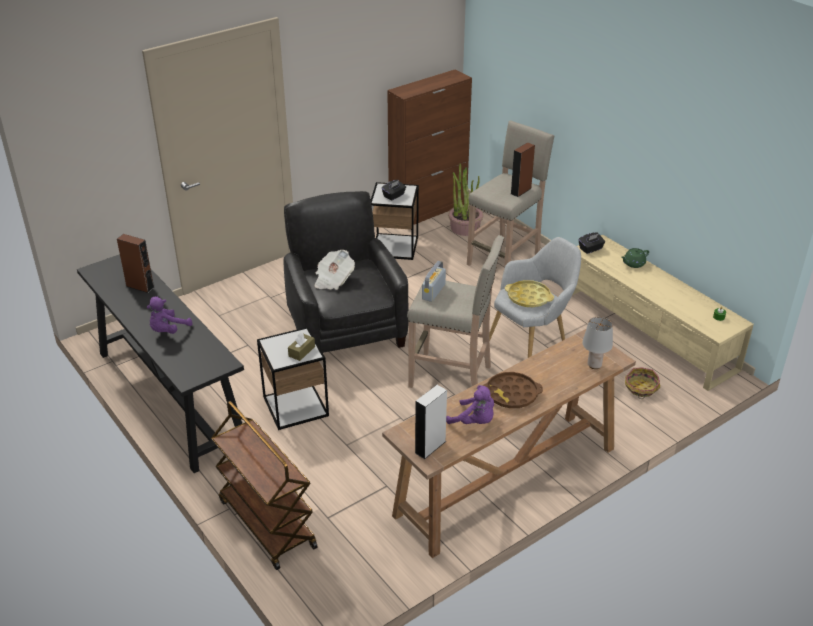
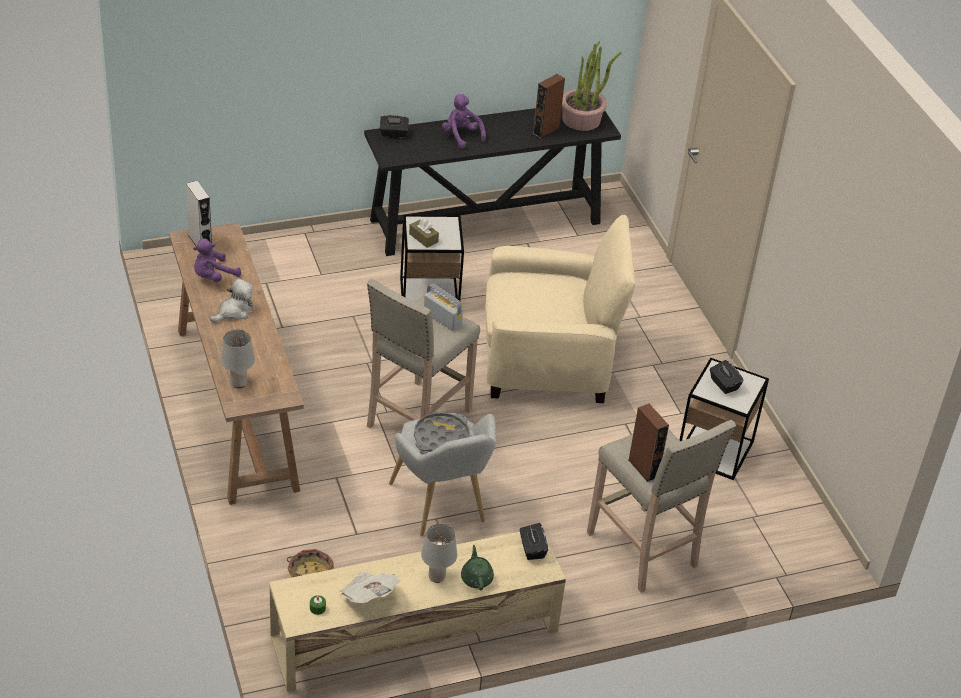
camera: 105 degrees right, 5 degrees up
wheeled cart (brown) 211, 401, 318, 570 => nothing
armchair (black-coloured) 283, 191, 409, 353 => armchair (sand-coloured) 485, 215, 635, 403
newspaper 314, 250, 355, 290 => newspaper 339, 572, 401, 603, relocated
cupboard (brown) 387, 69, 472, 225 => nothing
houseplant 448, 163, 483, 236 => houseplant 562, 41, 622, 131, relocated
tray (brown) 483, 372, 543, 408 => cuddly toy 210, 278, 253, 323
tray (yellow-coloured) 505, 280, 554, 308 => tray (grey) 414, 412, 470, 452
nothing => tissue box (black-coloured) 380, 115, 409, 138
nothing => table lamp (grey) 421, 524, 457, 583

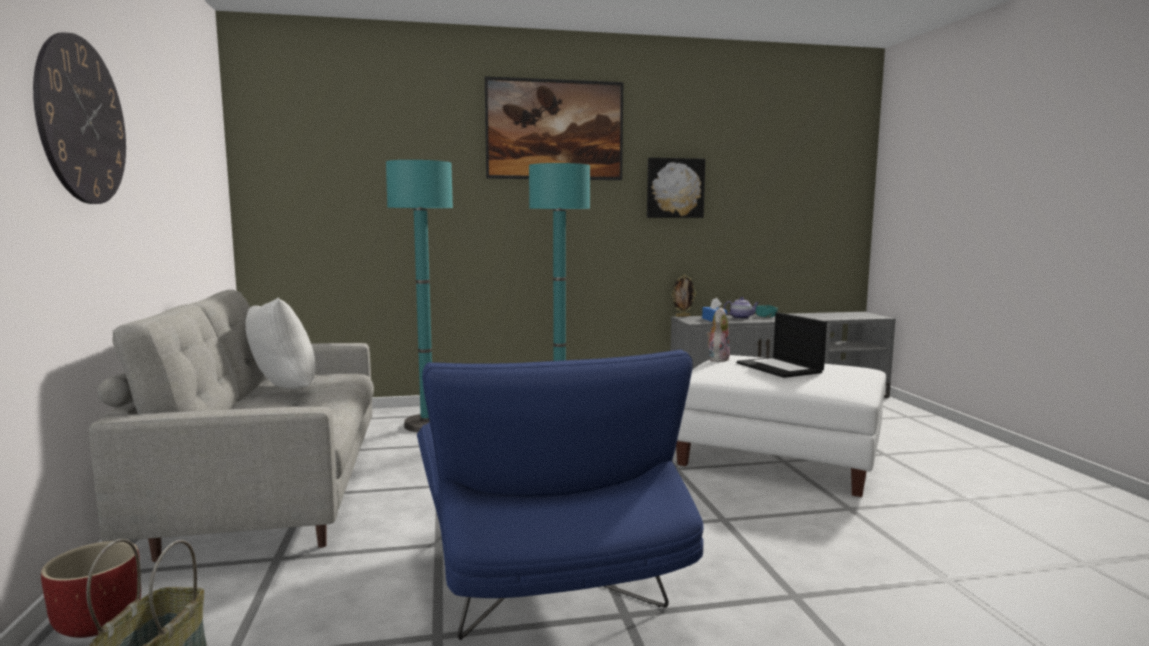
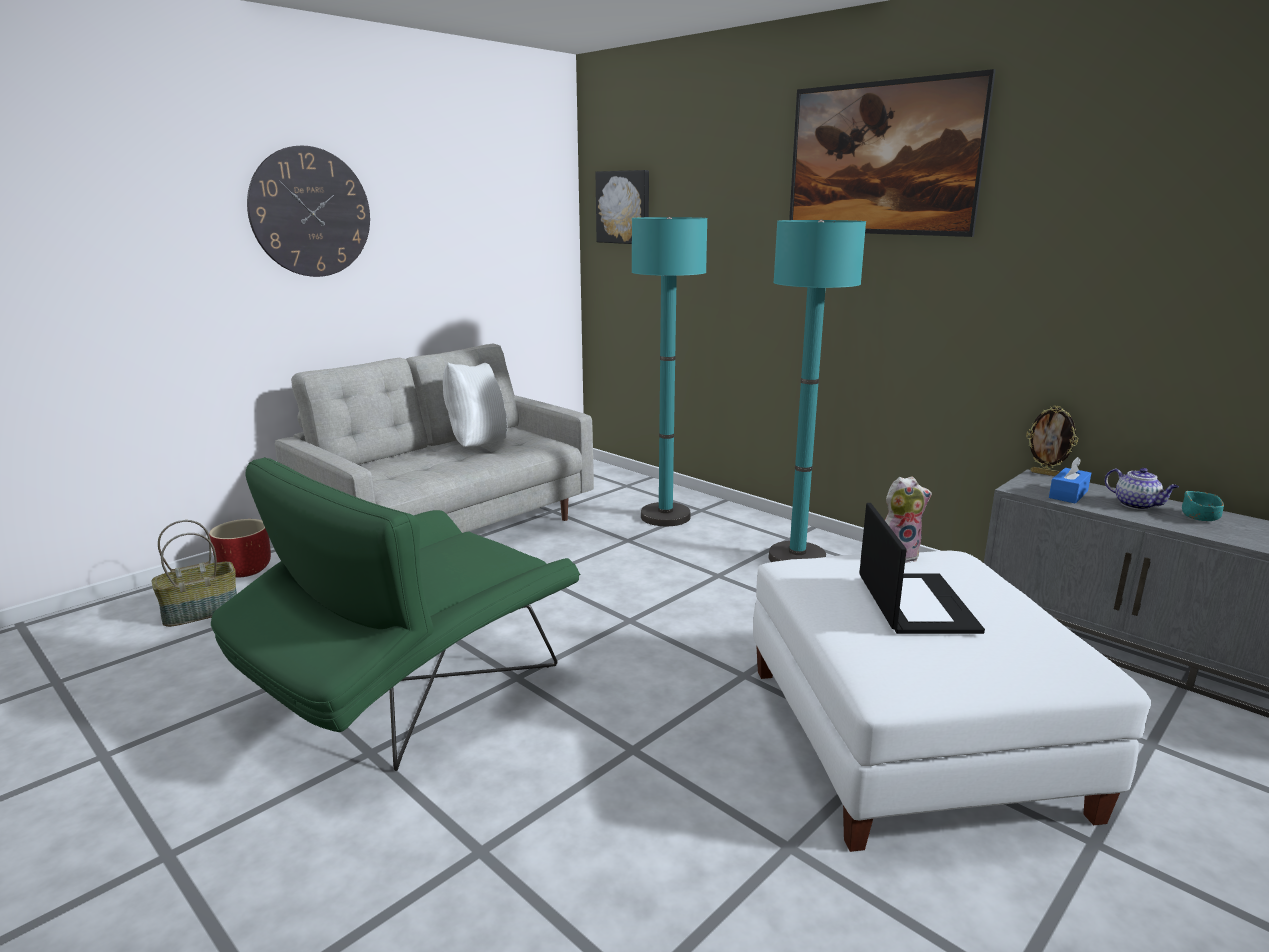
camera: 55 degrees right, 10 degrees up
armchair (blue) 417, 349, 703, 640 => armchair (green) 211, 457, 580, 771
wall art 647, 158, 705, 218 => wall art 596, 170, 649, 244, relocated
laptop 737, 312, 827, 378 => laptop 859, 503, 985, 634, 150 degrees clockwise

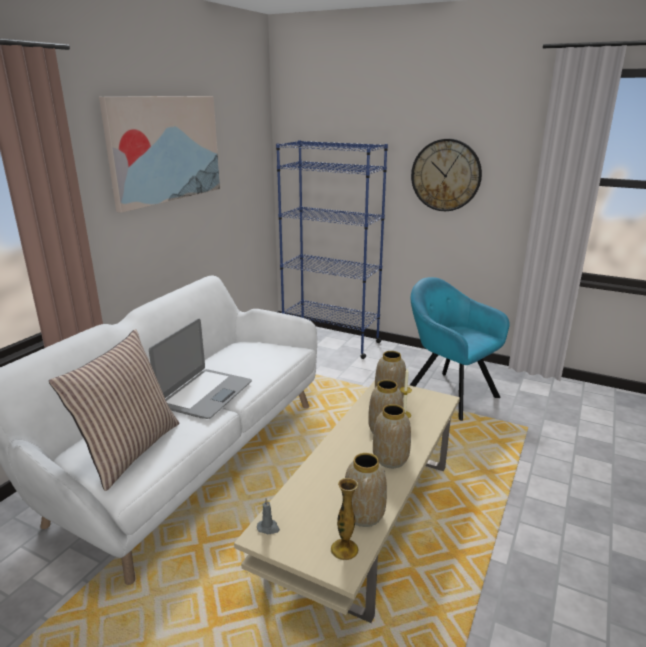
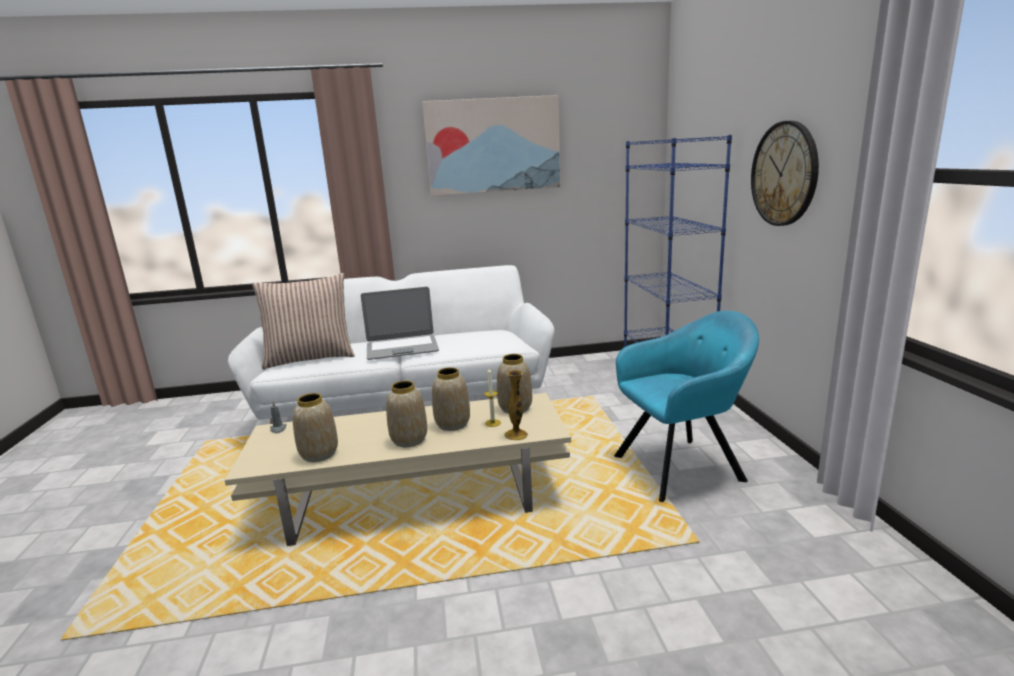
camera: 55 degrees right, 5 degrees down
vase 331, 478, 359, 560 => vase 504, 370, 528, 440, relocated
armchair (turquoise-coloured) 410, 277, 510, 421 => armchair (turquoise-coloured) 614, 311, 759, 502, 60 degrees clockwise

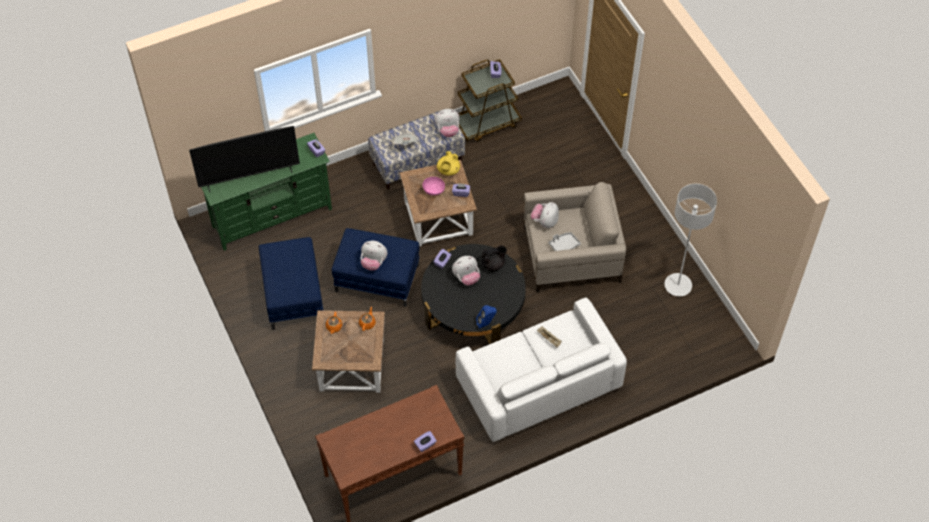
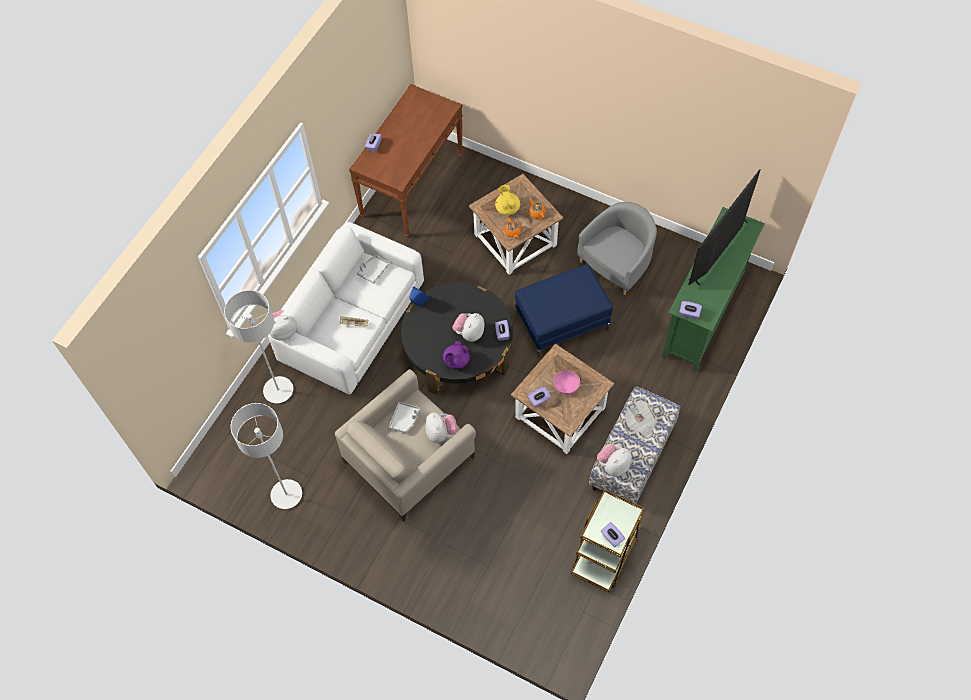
camera: 145 degrees right, 5 degrees up
footrest (blue) 259, 237, 323, 330 => armchair (grey) 577, 202, 657, 295
cuddly toy 360, 241, 387, 271 => cuddly toy 269, 310, 297, 341, relocated
pot for tea (yellow-coloured) 437, 151, 460, 176 => pot for tea (yellow-coloured) 495, 185, 520, 215, relocated
pot for tea (black-coloured) 481, 245, 507, 271 => pot for tea (purple) 443, 341, 470, 369
nothing => standing lamp (grey) 224, 290, 293, 403
nothing => tray (grey) 357, 255, 389, 284

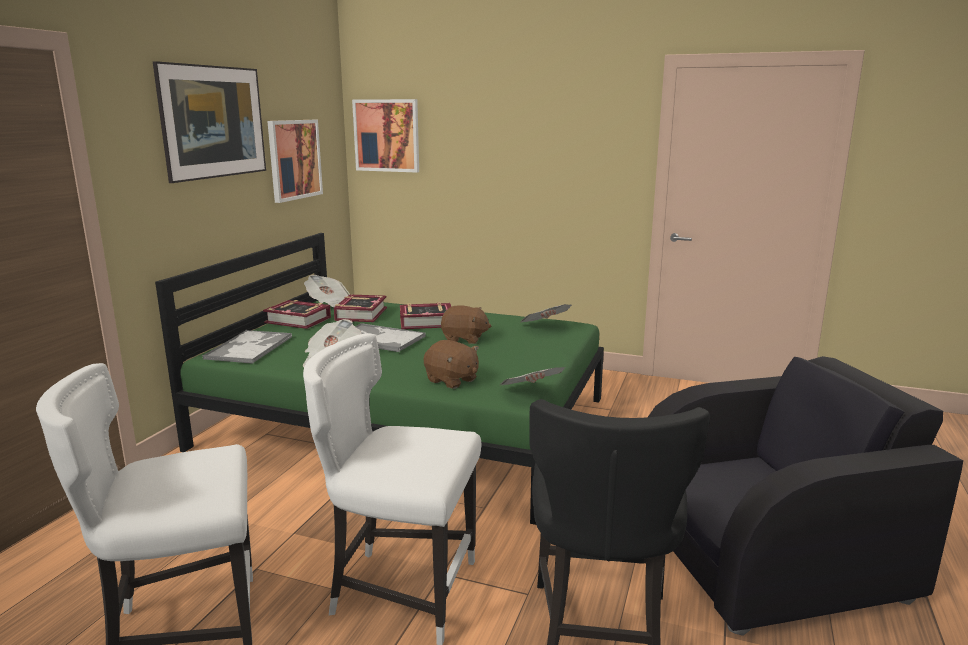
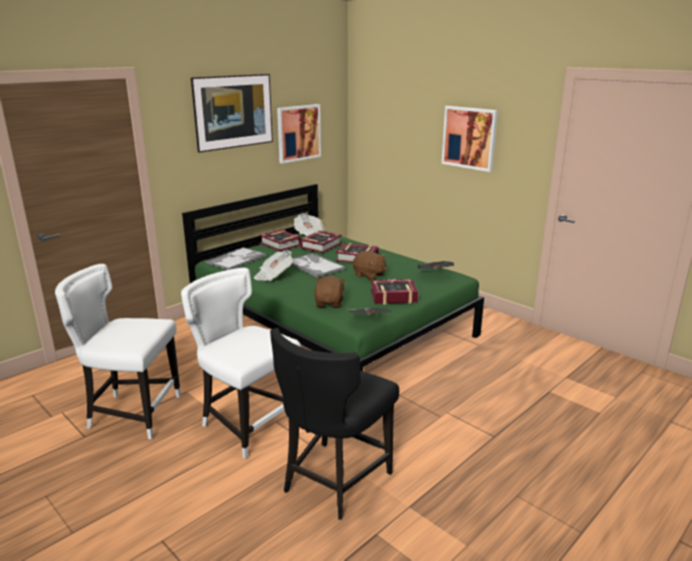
camera: 25 degrees right, 5 degrees up
wall art 352, 99, 419, 173 => wall art 442, 106, 498, 172, relocated
cuddly toy (brown) 424, 340, 479, 389 => cuddly toy (brown) 314, 276, 346, 308, 150 degrees counterclockwise
armchair (black-coloured) 648, 356, 963, 636 => nothing
nothing => bound book 370, 279, 419, 304

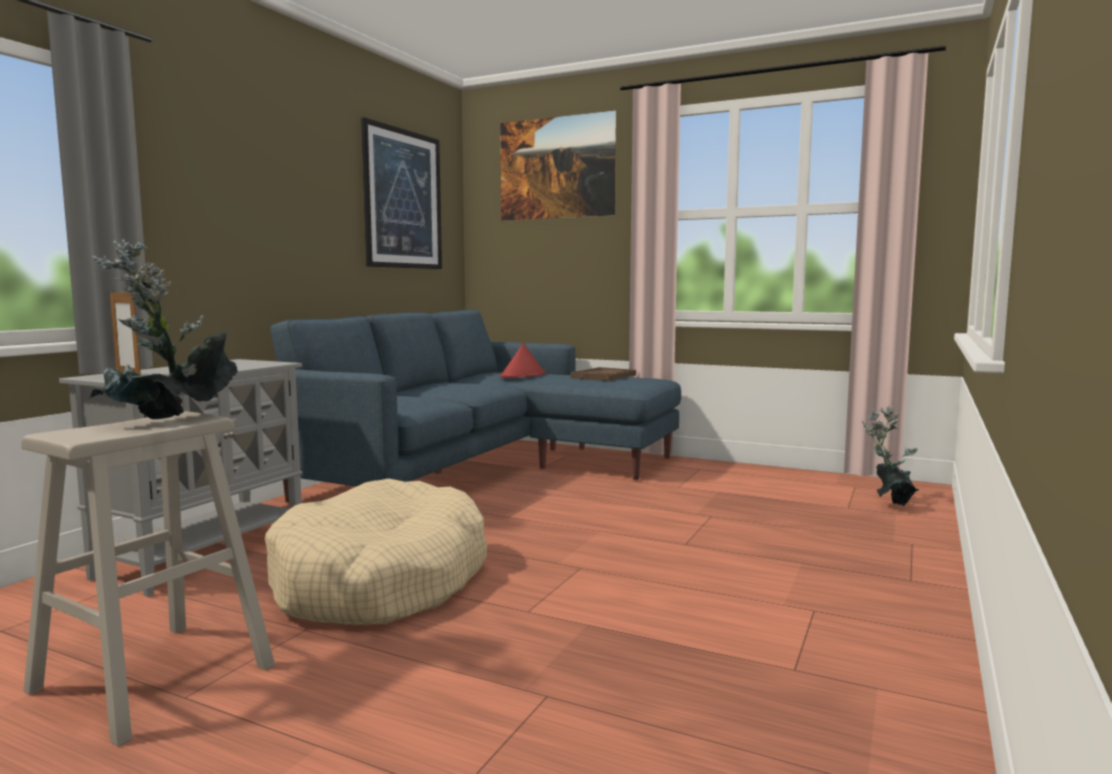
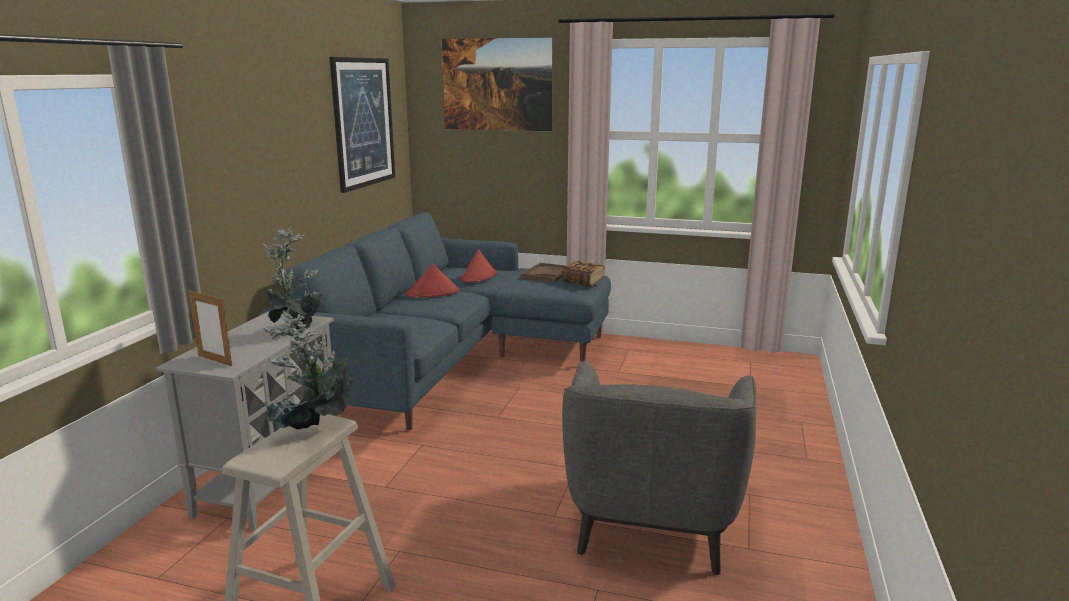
camera: 10 degrees left, 10 degrees up
dog bed (sand-coloured) 265, 479, 487, 625 => nothing
houseplant 862, 406, 919, 506 => houseplant 262, 226, 322, 329, relocated
nothing => wearable hat (reddish) 406, 264, 460, 298
nothing => bound book 562, 261, 606, 287
nothing => armchair (grey) 562, 361, 756, 575

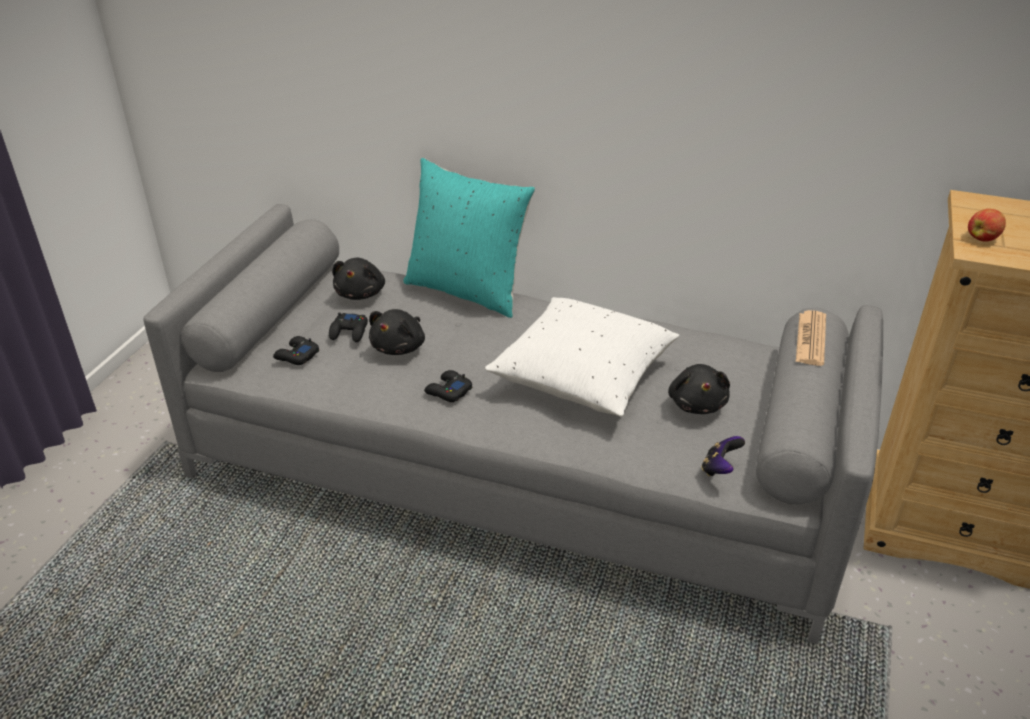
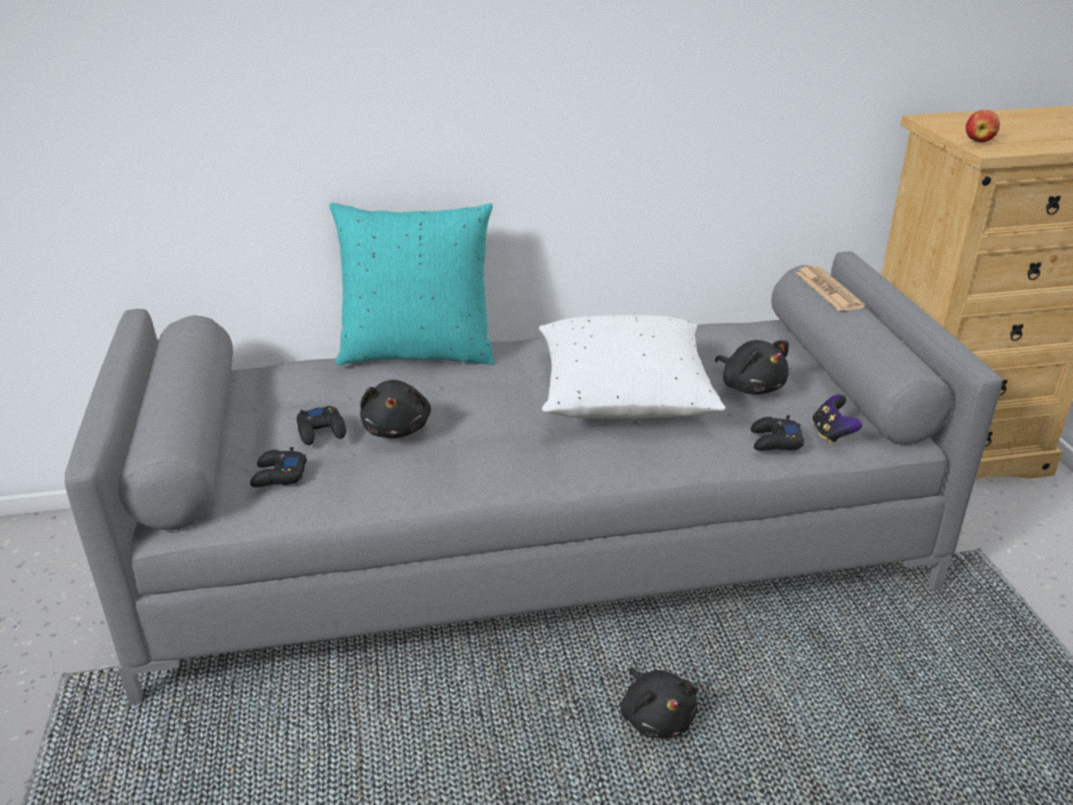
camera: 30 degrees left, 5 degrees down
cuddly toy (black-coloured) 332, 258, 385, 300 => cuddly toy (black-coloured) 621, 667, 697, 738, relocated
joypad (black-coloured) 424, 370, 473, 402 => joypad (black-coloured) 751, 415, 804, 451, relocated

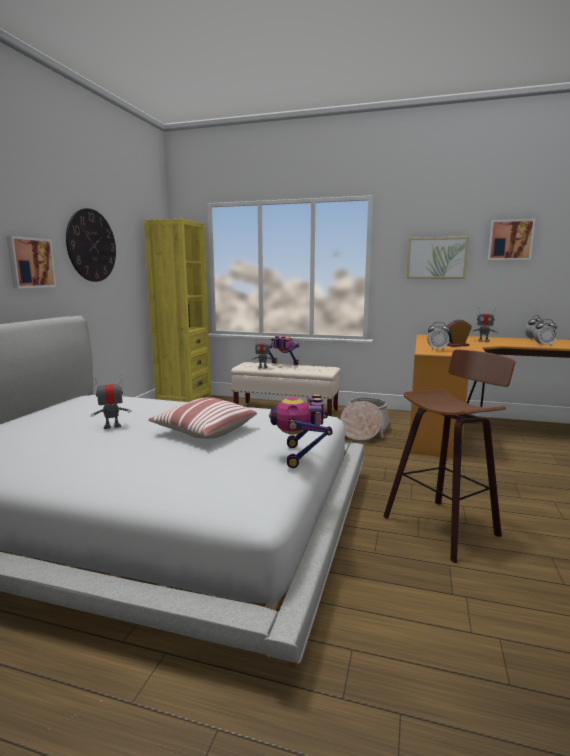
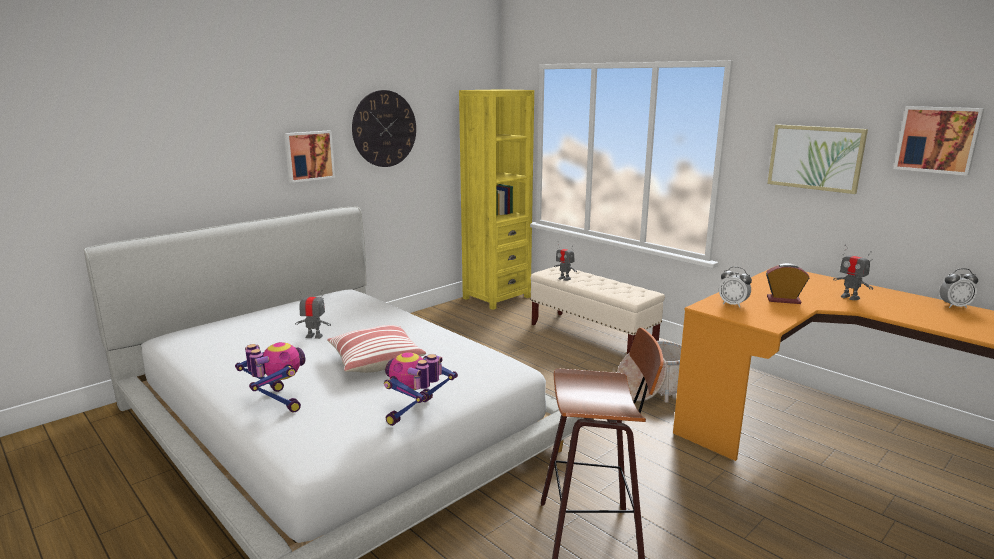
camera: 30 degrees right, 5 degrees up
model robot 269, 336, 300, 365 => model robot 235, 342, 305, 412, relocated
bedside clock 534, 319, 557, 346 => nothing

